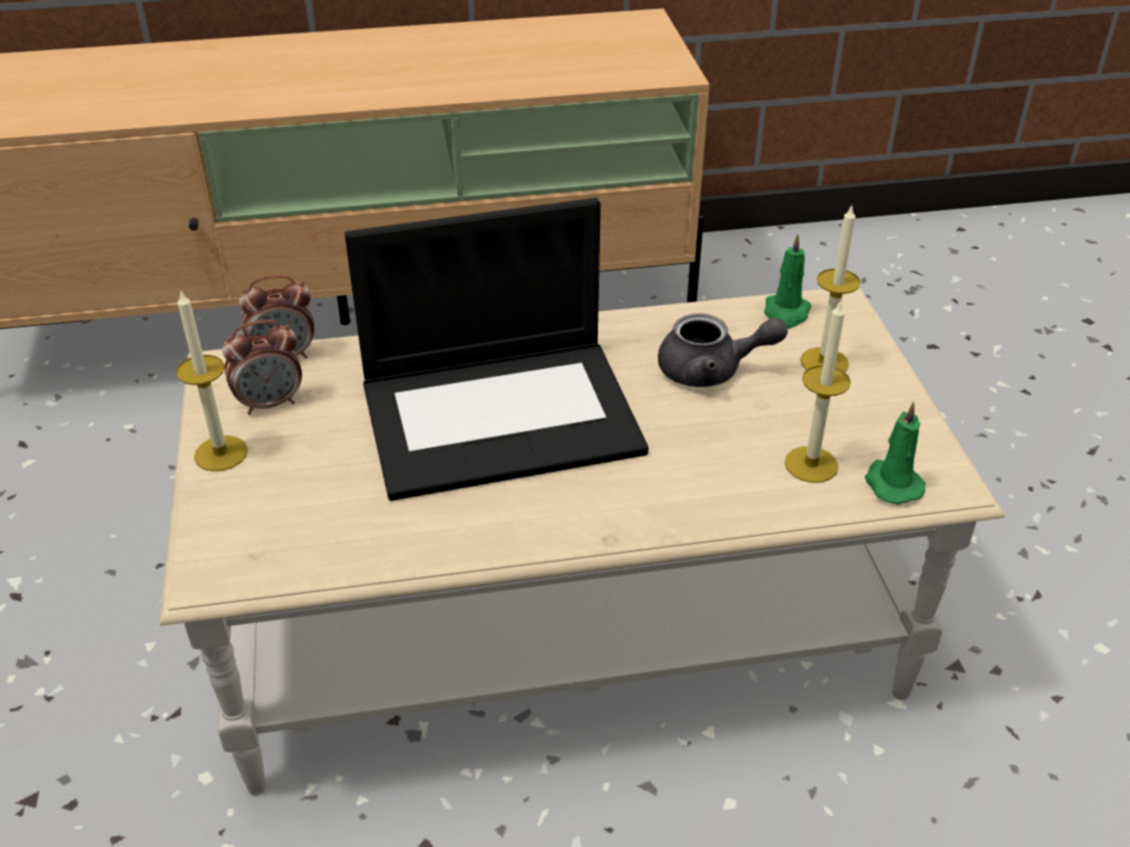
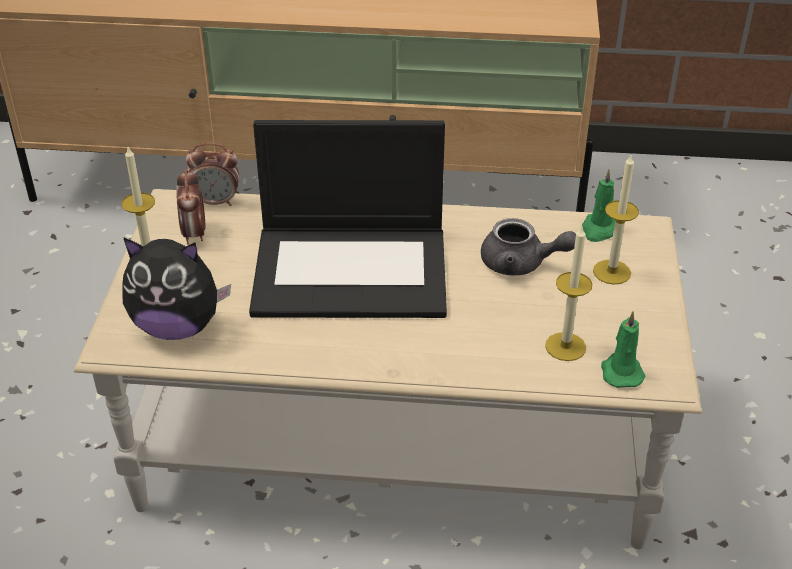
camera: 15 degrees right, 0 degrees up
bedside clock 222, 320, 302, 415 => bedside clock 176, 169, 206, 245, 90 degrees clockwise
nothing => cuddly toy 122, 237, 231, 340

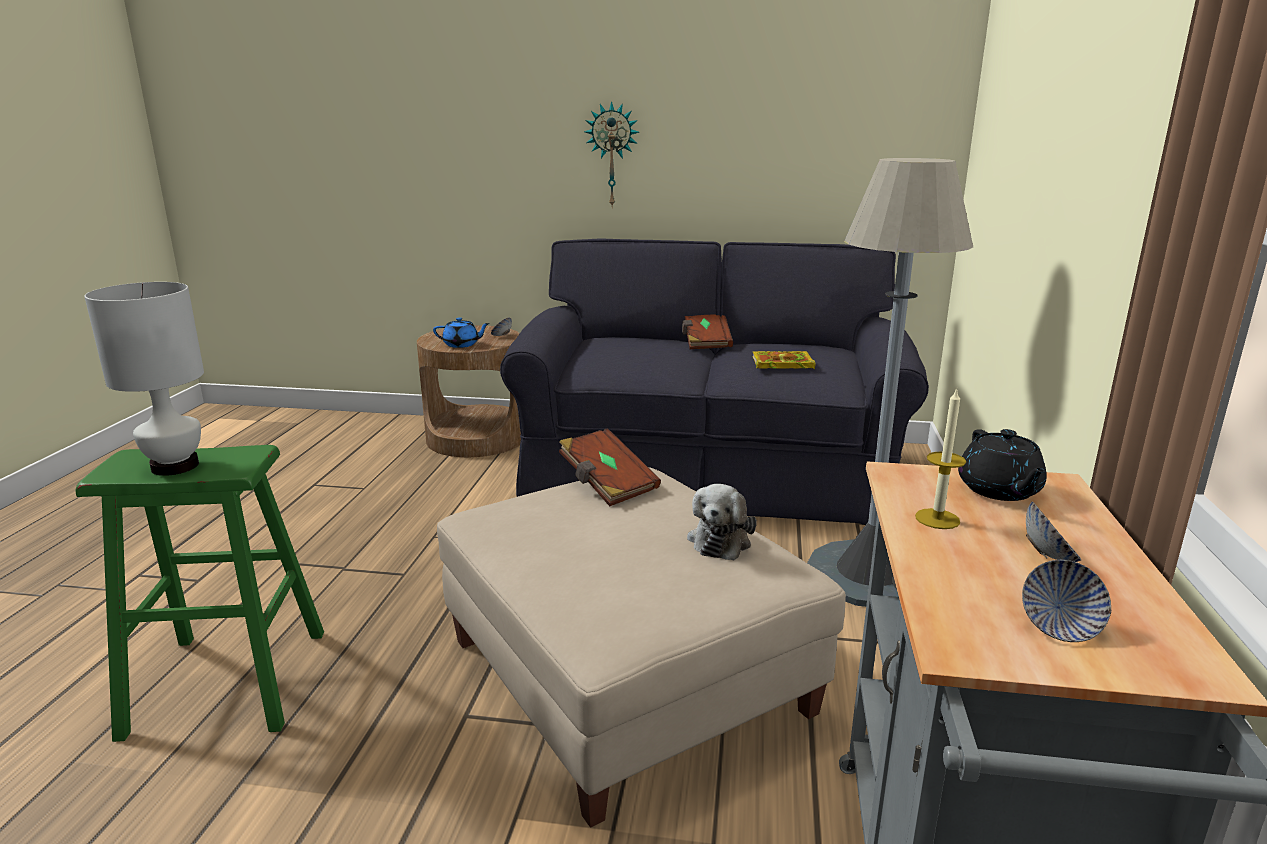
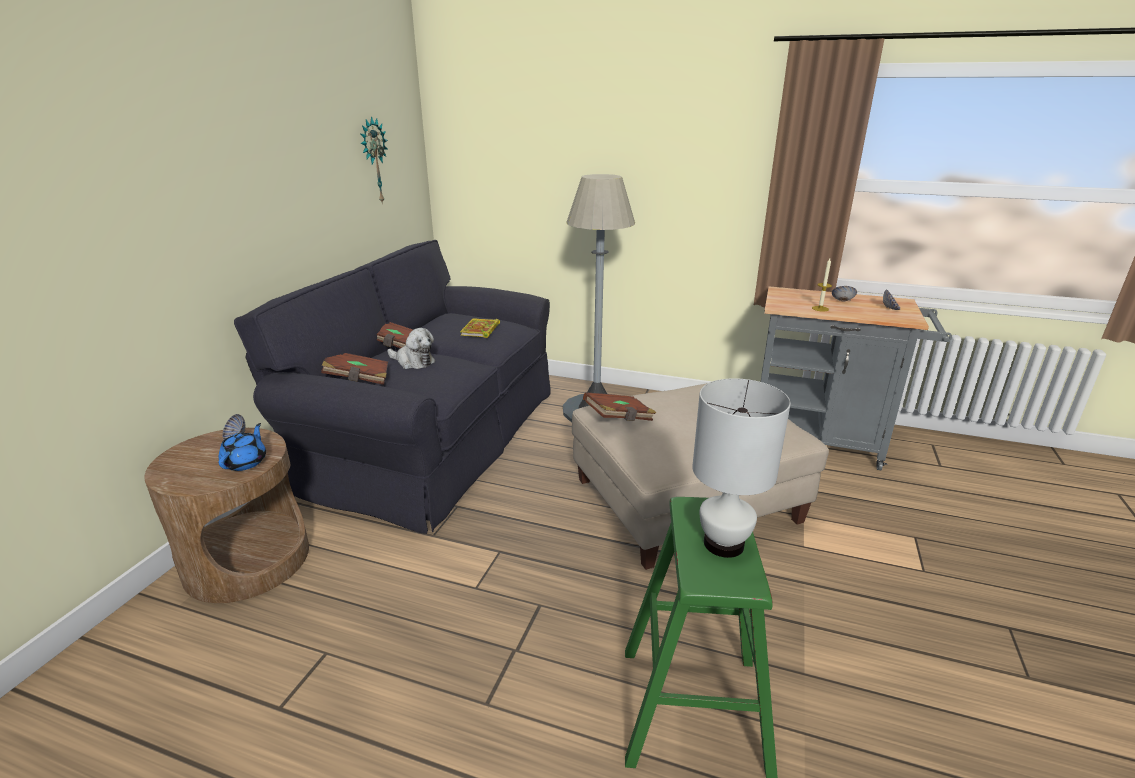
camera: 80 degrees left, 5 degrees up
wall clock 584, 101, 639, 207 => wall clock 360, 116, 388, 204, relocated
cuddly toy 687, 484, 757, 560 => cuddly toy 387, 328, 435, 369, relocated
pot for tea (black-coloured) 958, 429, 1047, 501 => nothing
nothing => bound book (brown) 321, 353, 388, 385

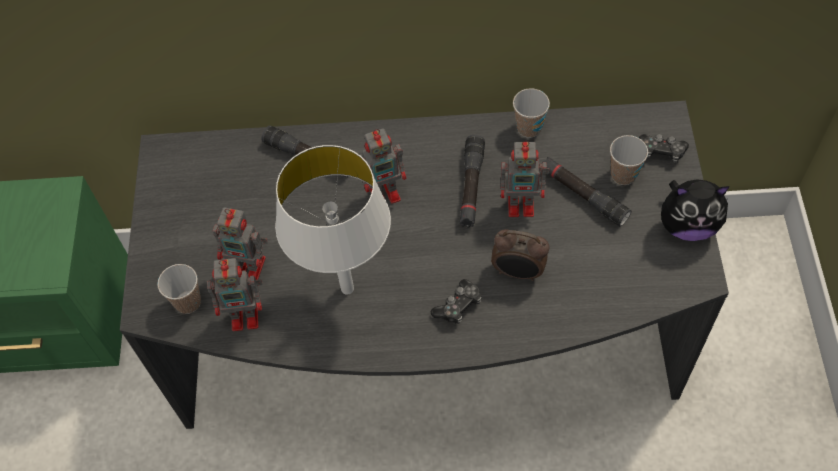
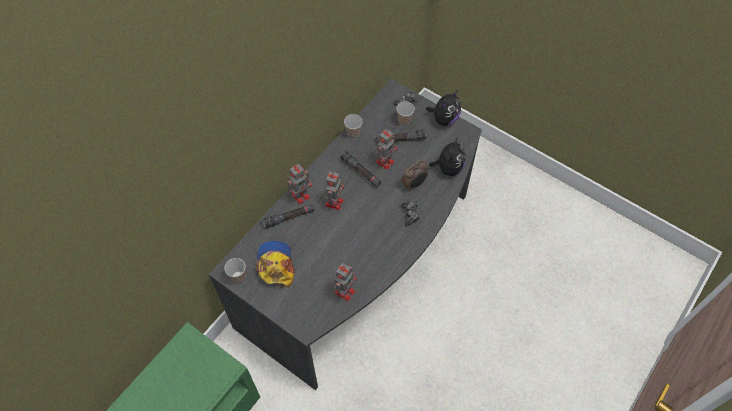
camera: 55 degrees left, 0 degrees up
cup 157, 264, 201, 314 => cup 224, 258, 246, 284, relocated
model robot 213, 207, 268, 280 => model robot 287, 164, 312, 204, relocated
table lamp (white-coloured) 275, 145, 391, 294 => nothing
nothing => cap 256, 241, 295, 287
nothing => cuddly toy 429, 138, 465, 176

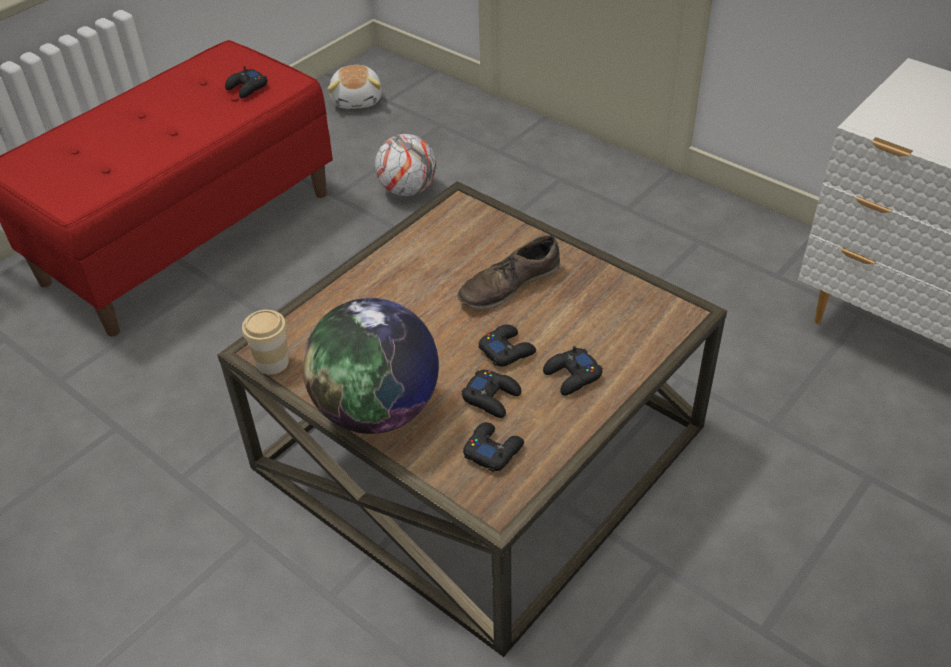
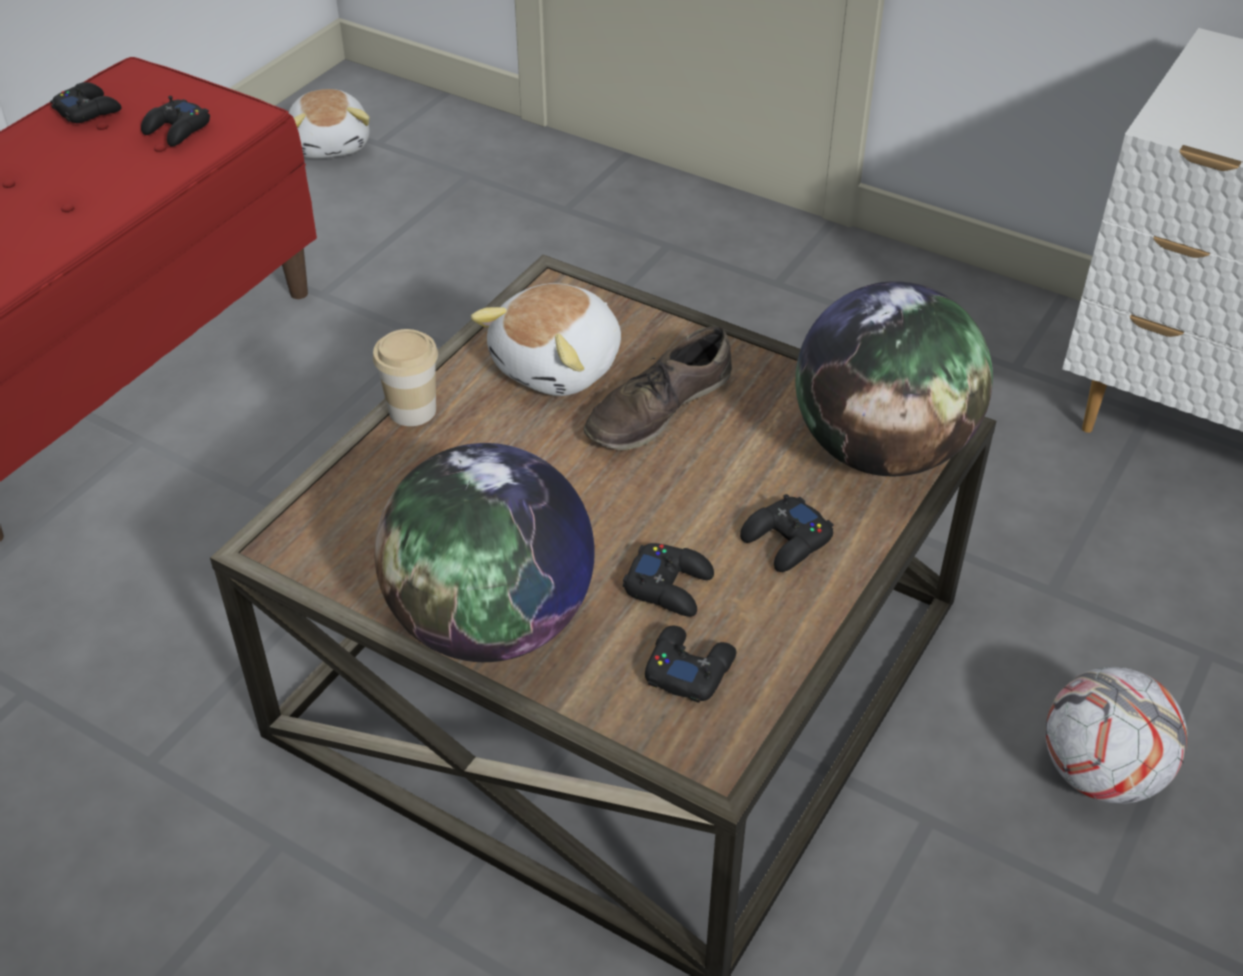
camera: 10 degrees left, 0 degrees up
cup 242, 310, 289, 375 => cup 373, 329, 438, 426, relocated
football 375, 134, 437, 196 => football 1045, 667, 1188, 804, relocated
joypad (black-coloured) 478, 324, 536, 367 => joypad (black-coloured) 50, 82, 122, 123, relocated
nothing => cuddly toy 471, 283, 621, 396
nothing => desk globe 795, 281, 993, 476

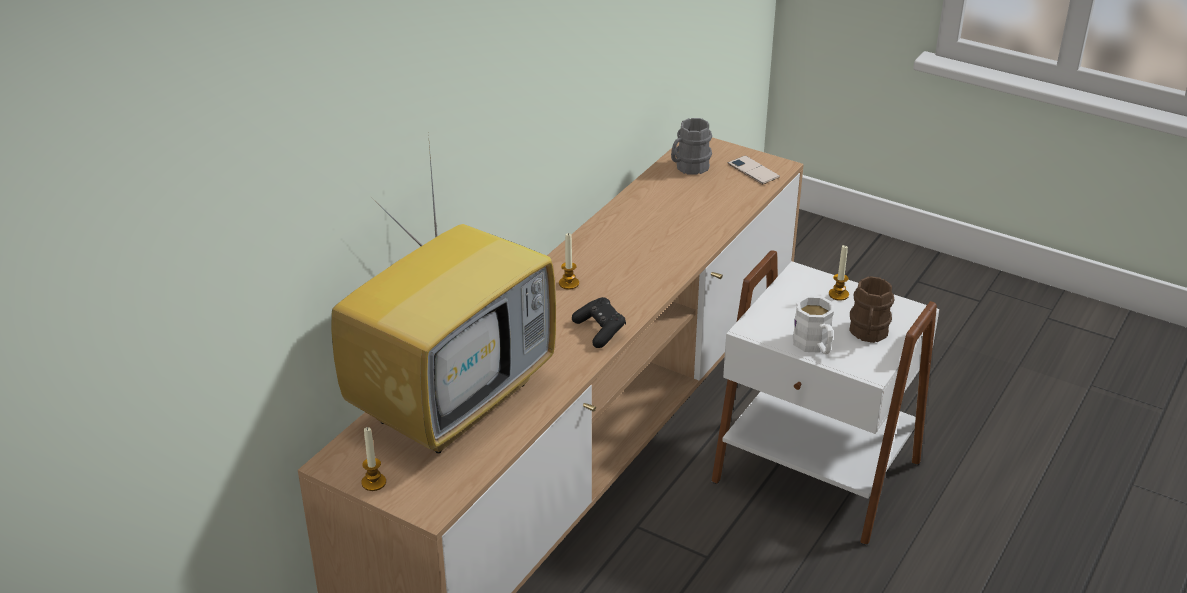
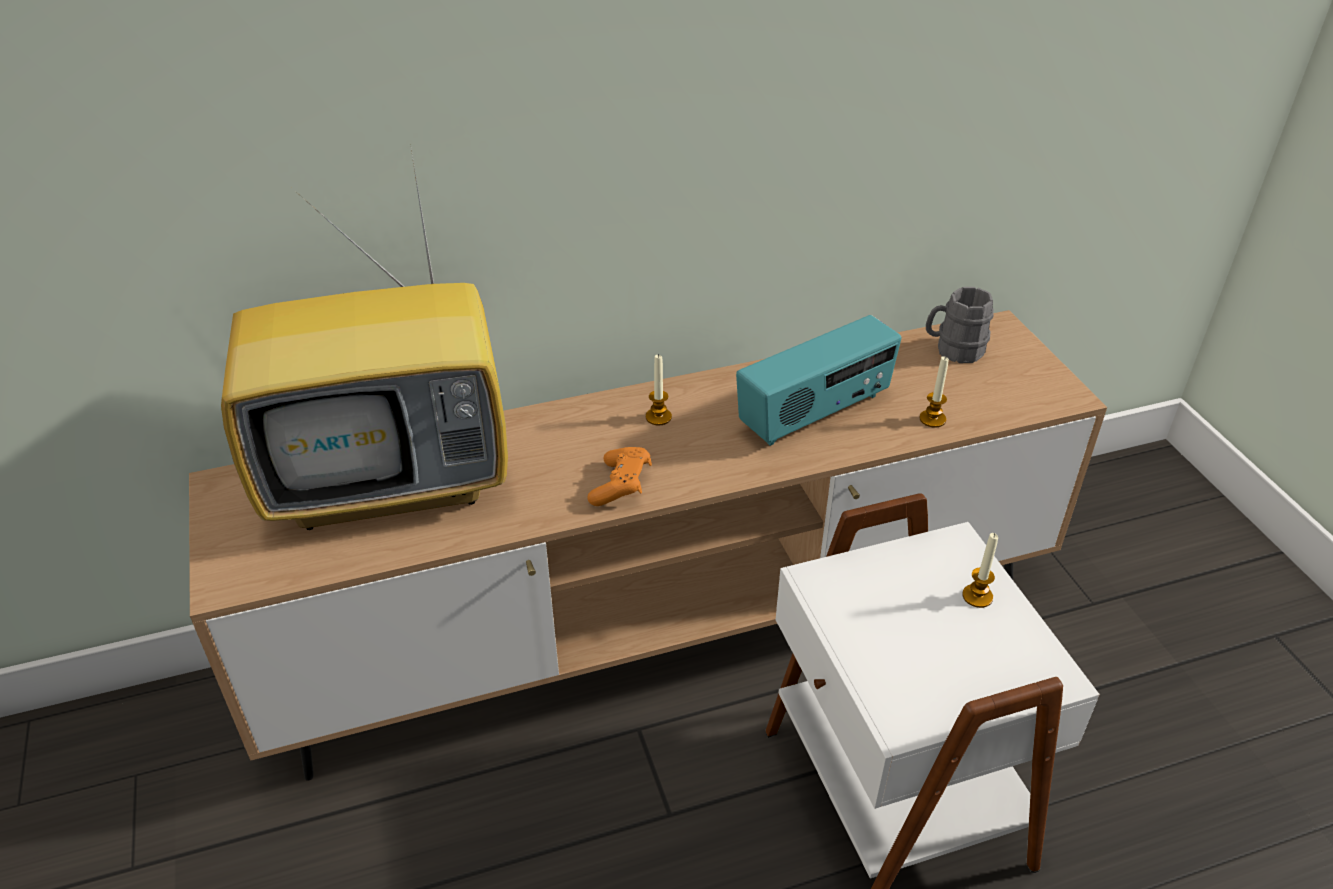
camera: 40 degrees right, 5 degrees up
wax light 361, 427, 386, 491 => wax light 919, 356, 949, 428, relocated
joypad (black-coloured) 572, 297, 626, 348 => joypad (orange-coloured) 587, 447, 652, 506
handset 728, 156, 780, 185 => nothing
coffee mug (white-coloured) 793, 295, 834, 354 => nothing
coffee mug (brown) 849, 276, 894, 343 => nothing
nothing => radio receiver 736, 315, 901, 446

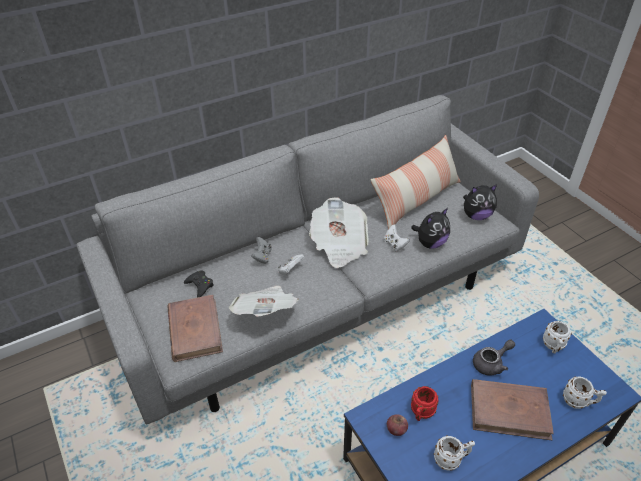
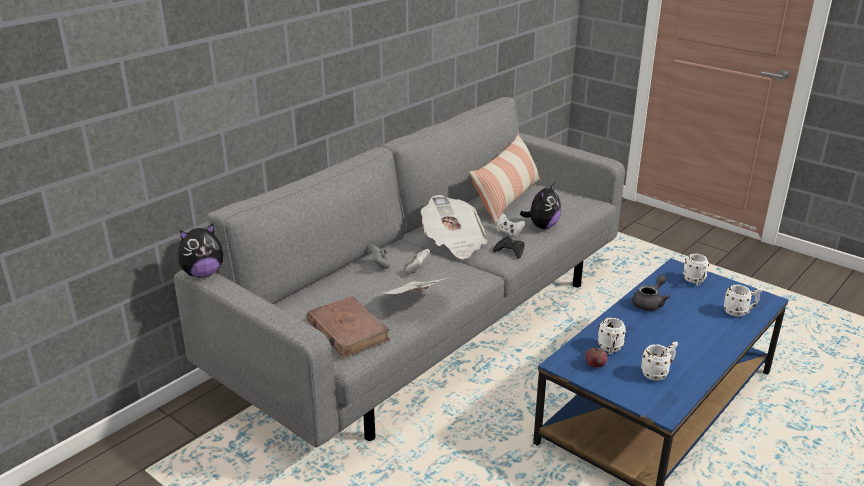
camera: 20 degrees left, 15 degrees down
joypad (black-coloured) 184, 271, 214, 298 => joypad (black-coloured) 493, 237, 525, 259, relocated
coffee mug (reddish) 411, 386, 438, 421 => coffee mug (white-coloured) 598, 317, 626, 355
cuddly toy 463, 185, 497, 220 => cuddly toy 179, 223, 223, 278, relocated
bound book (brown) 471, 379, 554, 440 => nothing

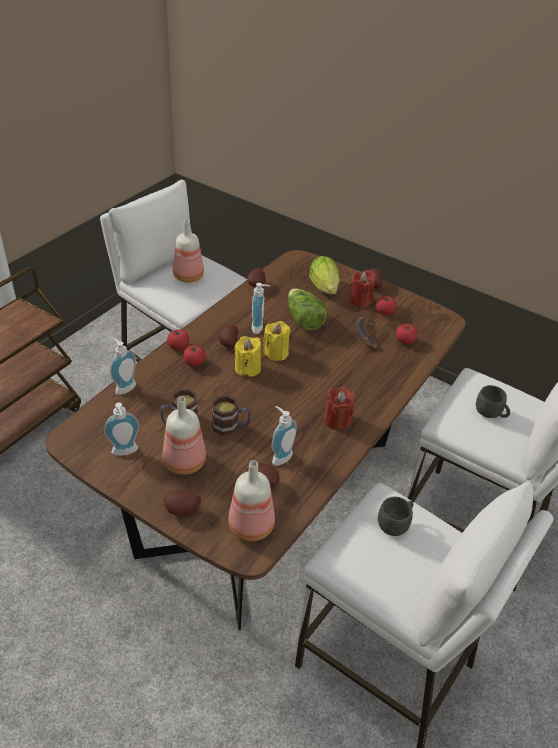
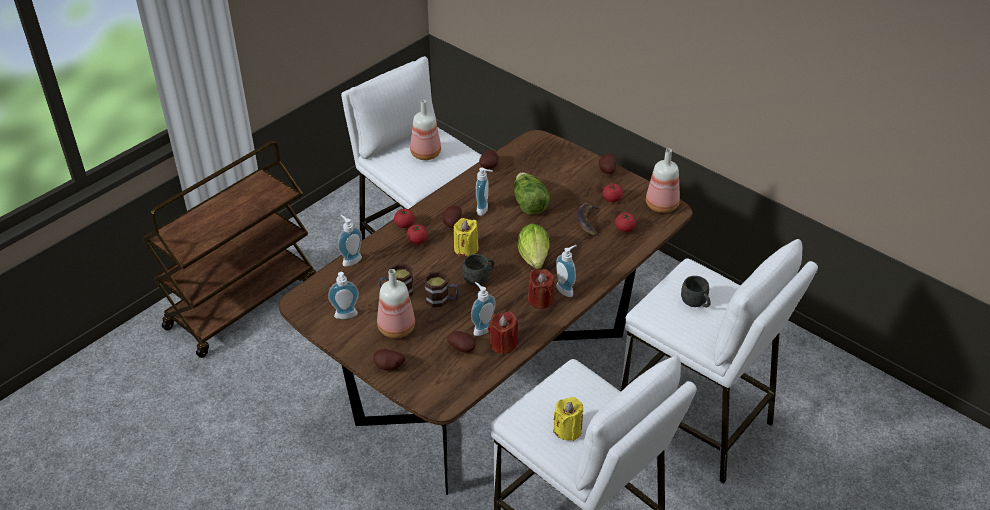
camera: 10 degrees right, 0 degrees up
beverage bottle 228, 460, 275, 541 => beverage bottle 646, 148, 680, 213, relocated
wax light (yellow-coloured) 263, 321, 290, 361 => wax light (yellow-coloured) 553, 397, 583, 441, relocated
lettuce head 309, 256, 340, 295 => lettuce head 518, 224, 549, 269, relocated
wax light (reddish) 350, 270, 376, 308 => wax light (reddish) 488, 312, 518, 355, relocated
coffee mug (grey) 378, 497, 414, 536 => coffee mug (grey) 462, 254, 495, 286, relocated
nothing => soap bottle 556, 245, 577, 297

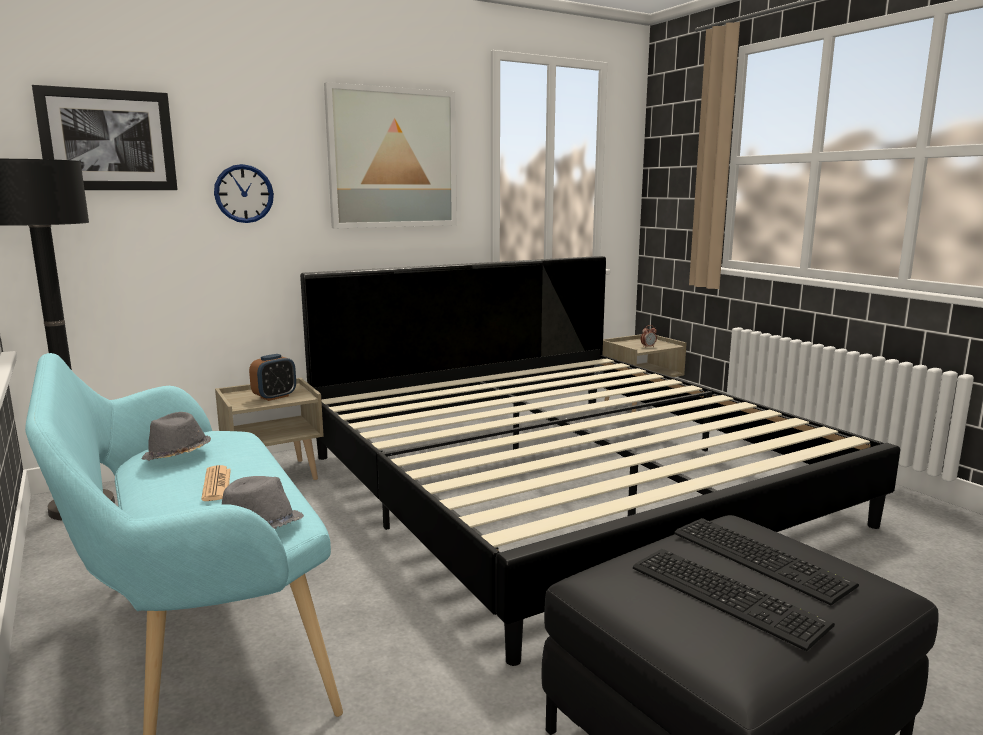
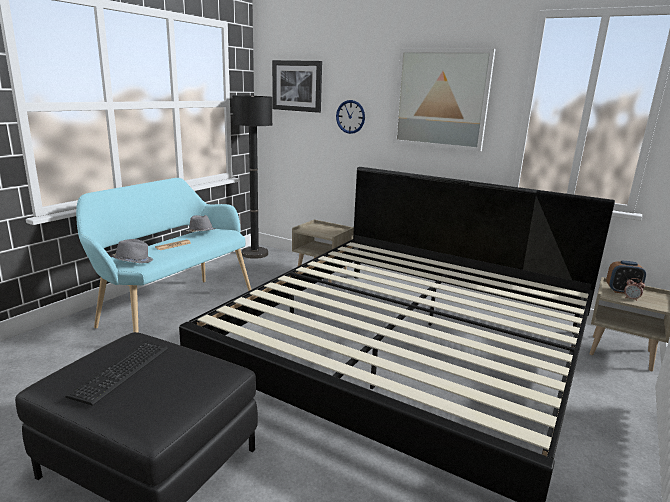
camera: 60 degrees right, 5 degrees up
bedside clock 249, 354, 296, 401 => bedside clock 606, 261, 646, 294, relocated
computer keyboard 674, 518, 859, 605 => nothing

